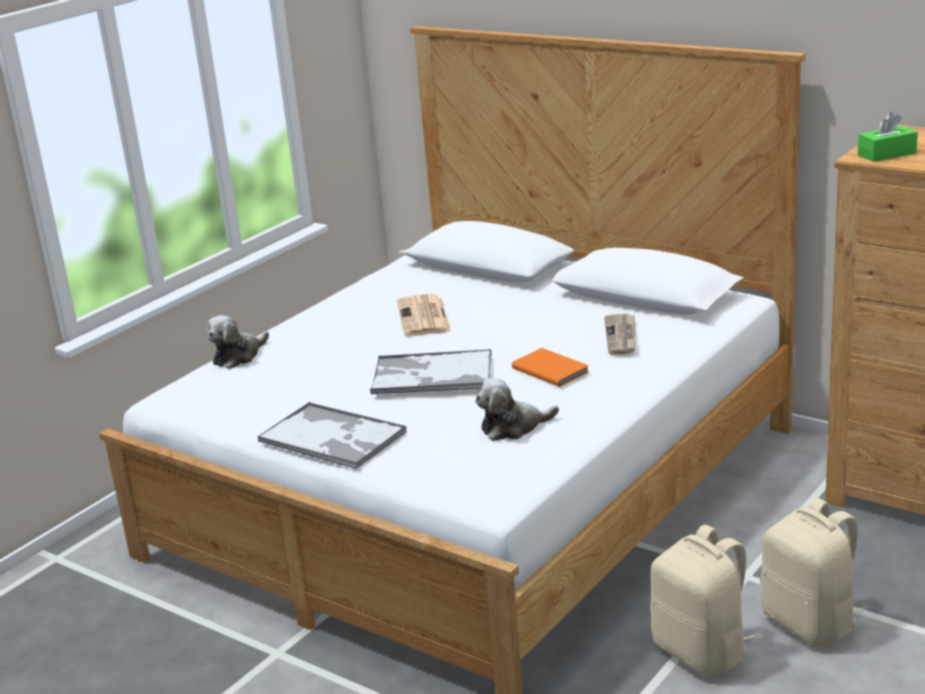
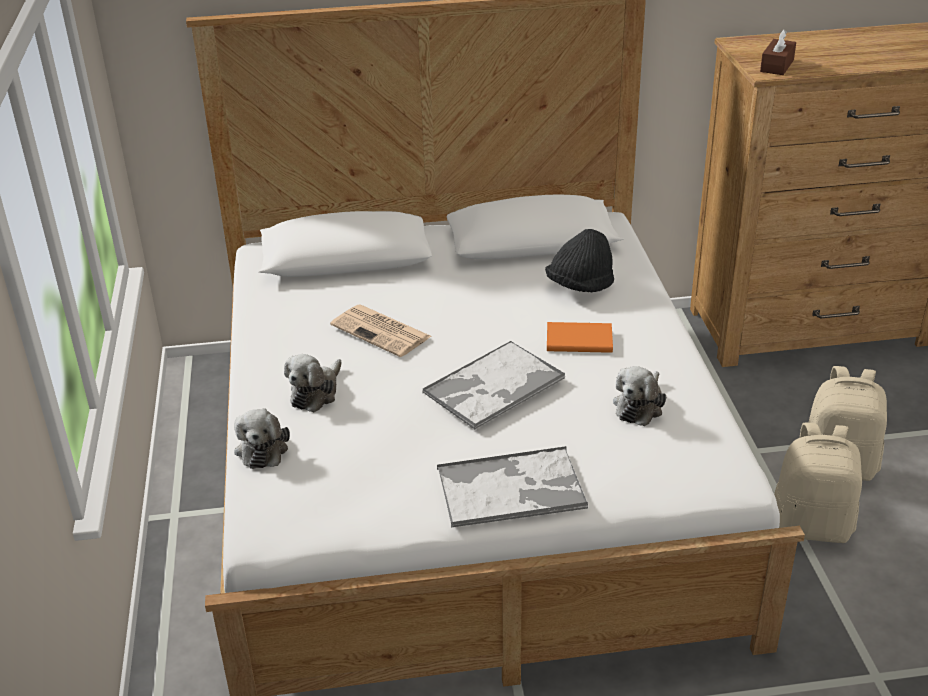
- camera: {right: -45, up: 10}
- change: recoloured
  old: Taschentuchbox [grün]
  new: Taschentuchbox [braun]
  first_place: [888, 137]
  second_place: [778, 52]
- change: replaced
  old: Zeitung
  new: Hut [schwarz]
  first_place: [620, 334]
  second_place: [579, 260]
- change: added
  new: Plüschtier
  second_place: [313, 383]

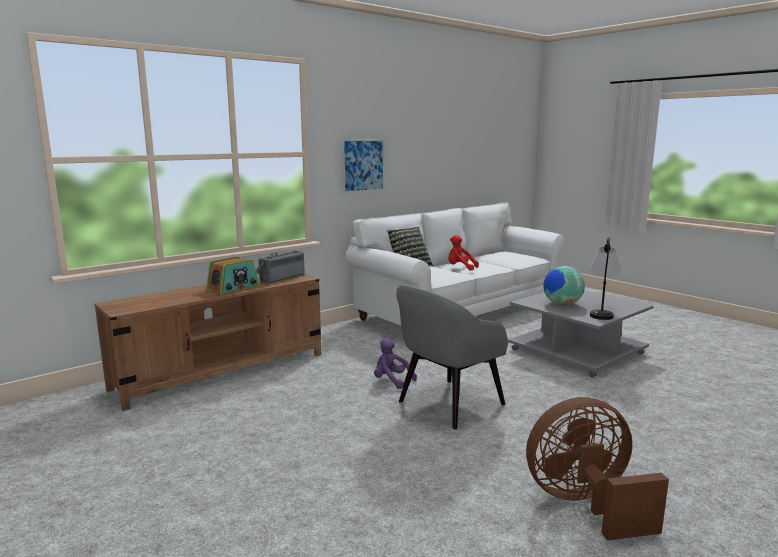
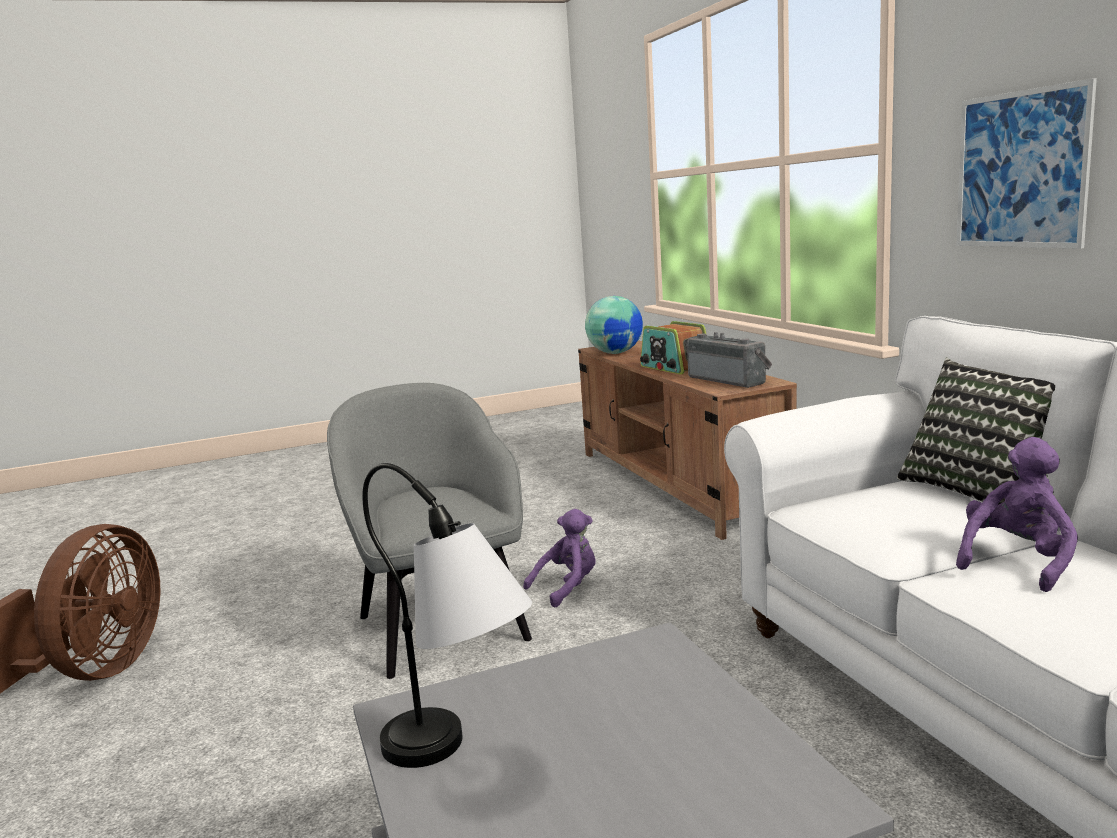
- camera: {right: 110, up: 0}
- change: recoloured
  old: Plüschtier [rot]
  new: Plüschtier [lila]
  first_place: [463, 253]
  second_place: [1017, 514]
- change: moved
  old: Globus
  first_place: [564, 285]
  second_place: [614, 325]

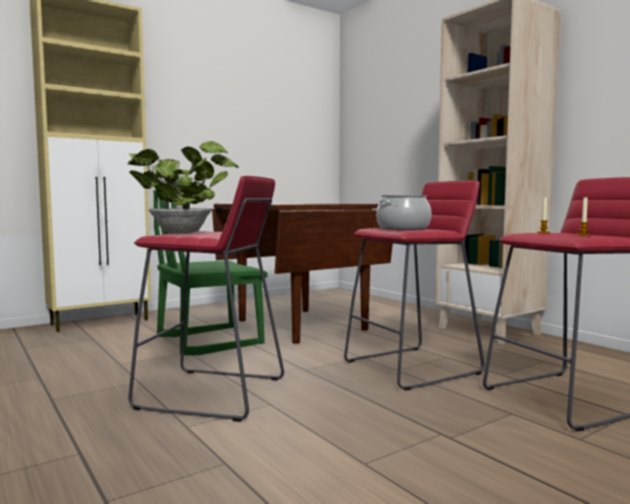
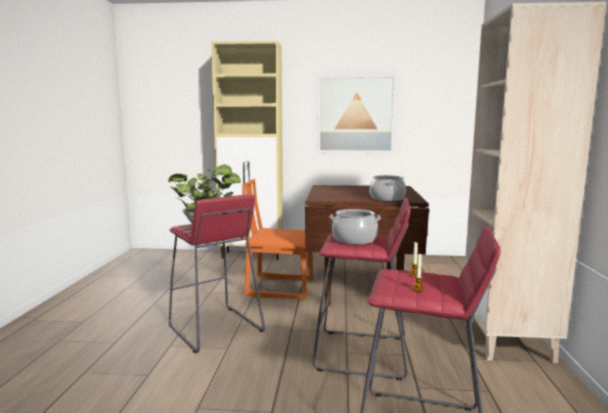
- camera: {right: 40, up: 5}
- change: recoloured
  old: Stuhl [grün]
  new: Stuhl [orange]
  first_place: [210, 272]
  second_place: [277, 239]
- change: added
  new: Bild
  second_place: [357, 114]
- change: added
  new: Kochtopf
  second_place: [387, 188]

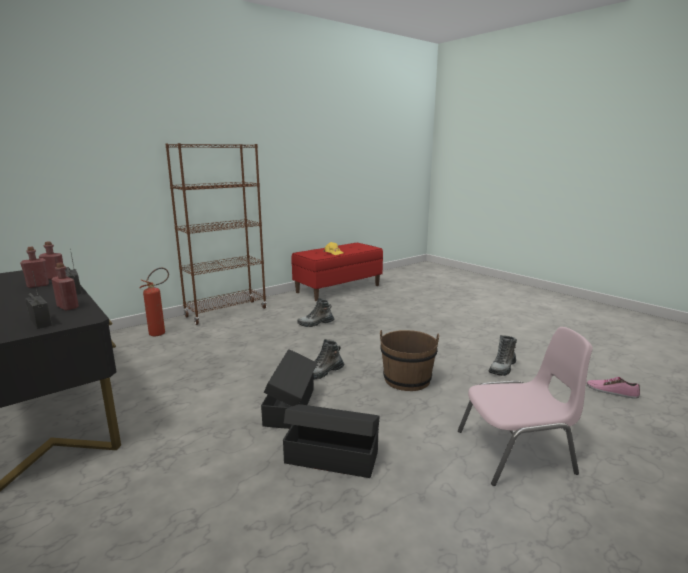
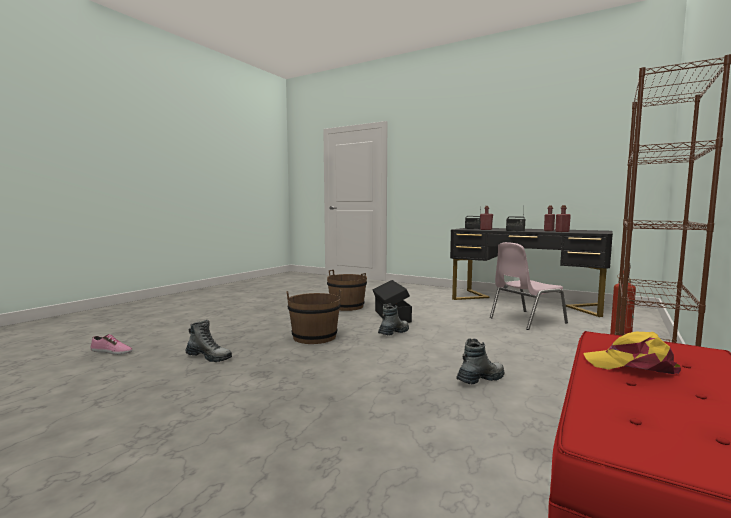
- camera: {right: 160, up: -10}
- change: moved
  old: Stuhl [rosa]
  first_place: [525, 406]
  second_place: [529, 286]
- change: turned
  old: Stiefel
  first_place: [503, 355]
  second_place: [208, 341]
  degrees: 90
- change: replaced
  old: Aufbewahrungsbox [schwarz]
  new: Eimer [braun]
  first_place: [331, 441]
  second_place: [347, 290]

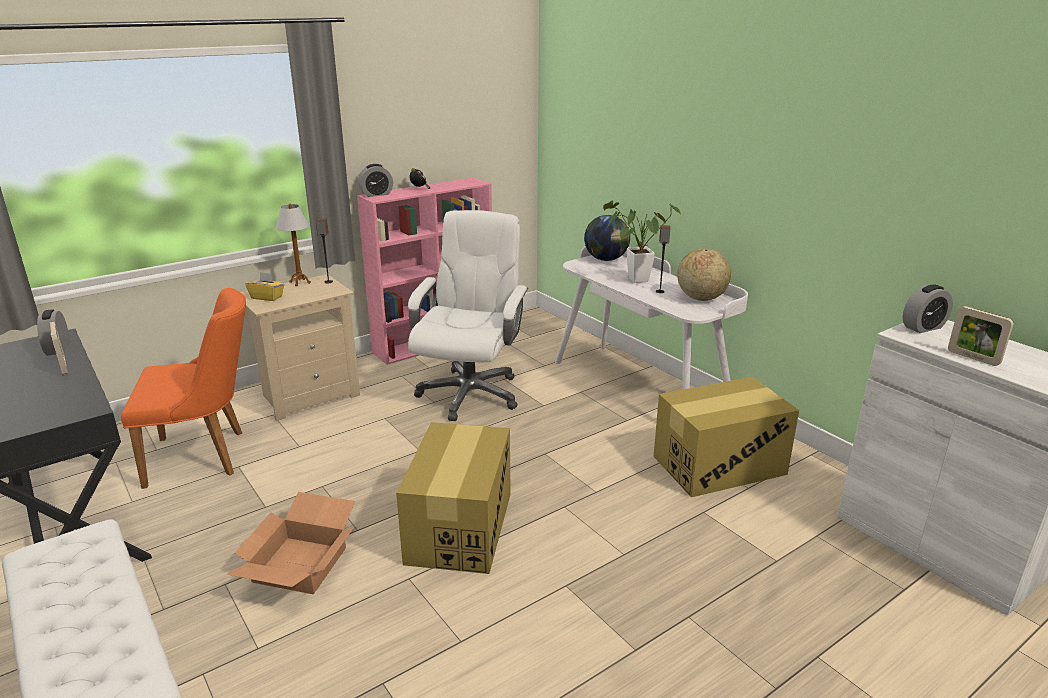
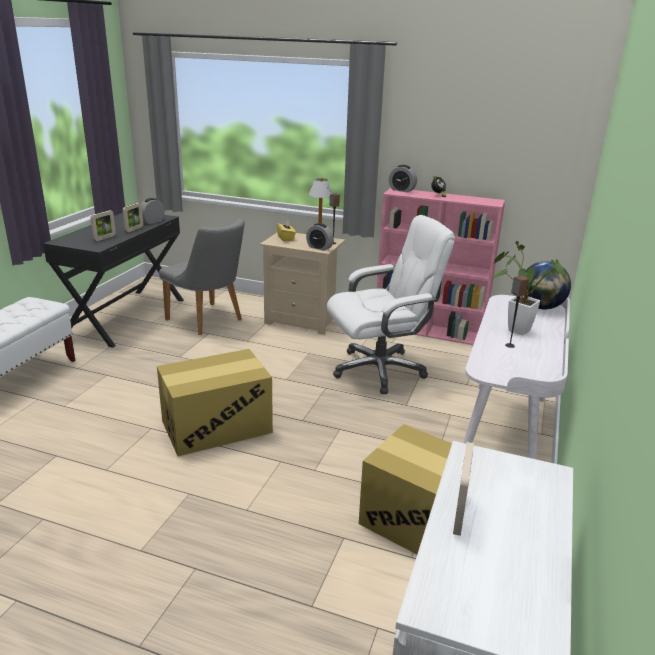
- camera: {right: 55, up: 0}
- change: removed
  old: Globus
  first_place: [704, 274]
- change: moved
  old: Wecker
  first_place: [928, 309]
  second_place: [320, 237]
- change: recoloured
  old: Stuhl [orange]
  new: Stuhl [grau]
  first_place: [183, 388]
  second_place: [202, 276]
- change: removed
  old: Karton
  first_place: [291, 543]
- change: added
  new: Bilderrahmen
  second_place: [103, 225]

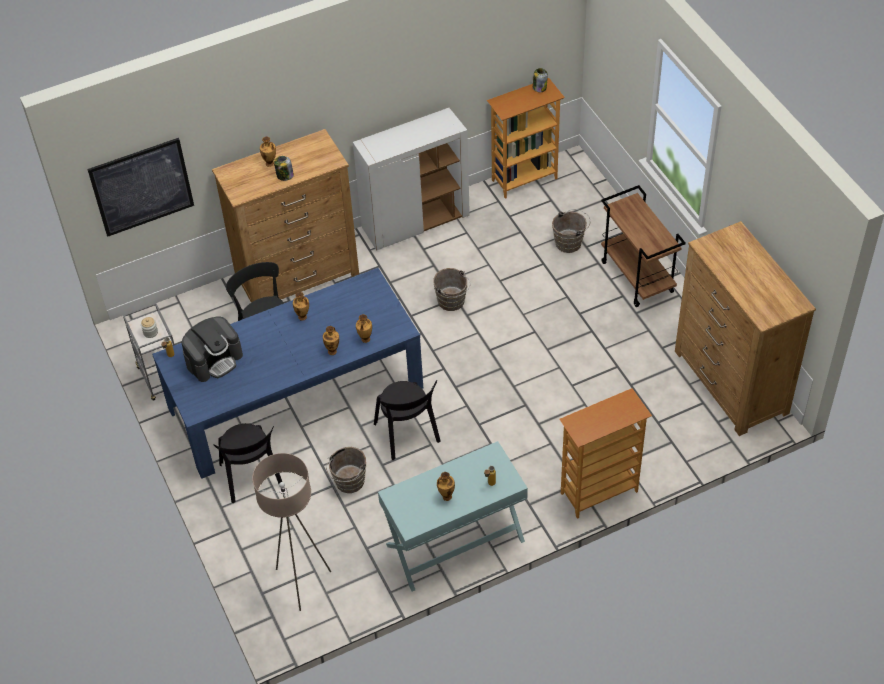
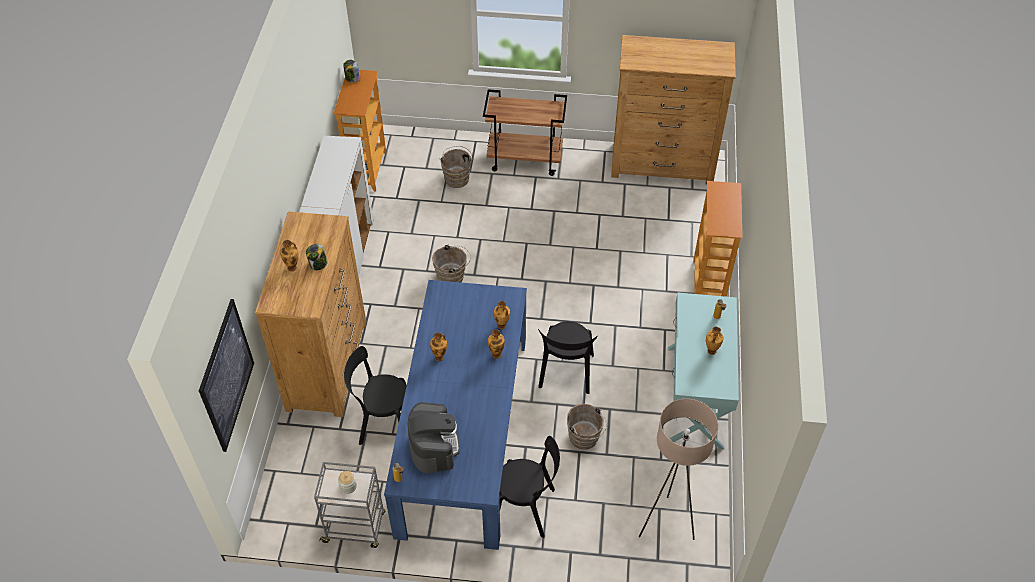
- camera: {right: -60, up: 0}
- change: turned
  old: Stuhl [schwarz]
  first_place: [407, 420]
  second_place: [568, 357]
  degrees: 90

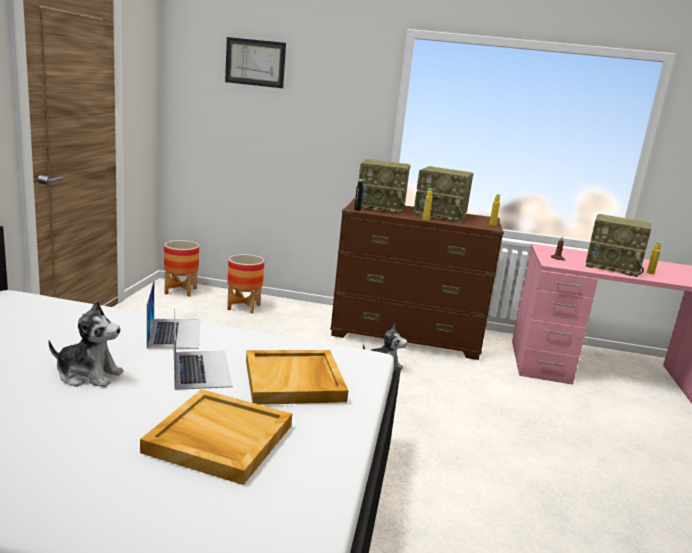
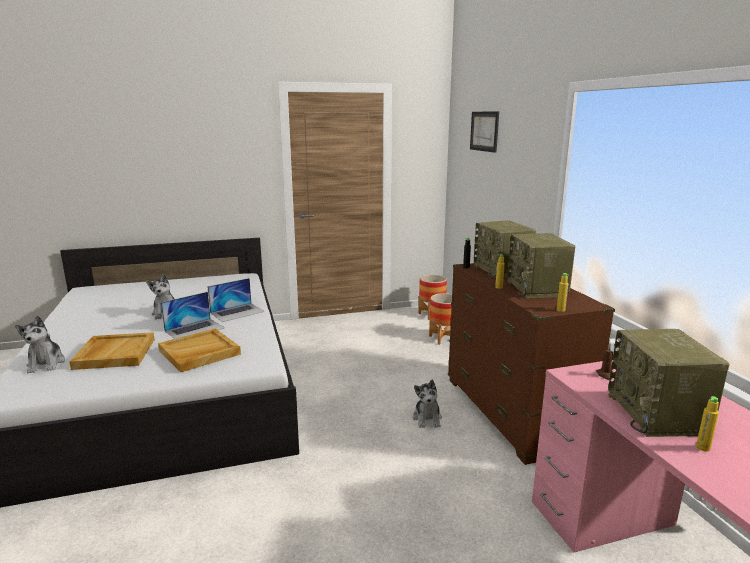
- camera: {right: 65, up: 0}
- change: added
  new: Plüschtier
  second_place: [40, 344]

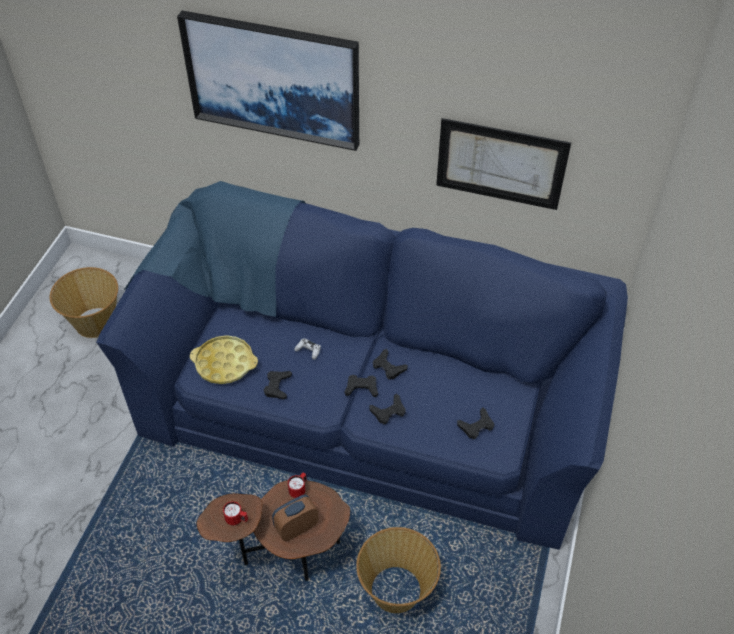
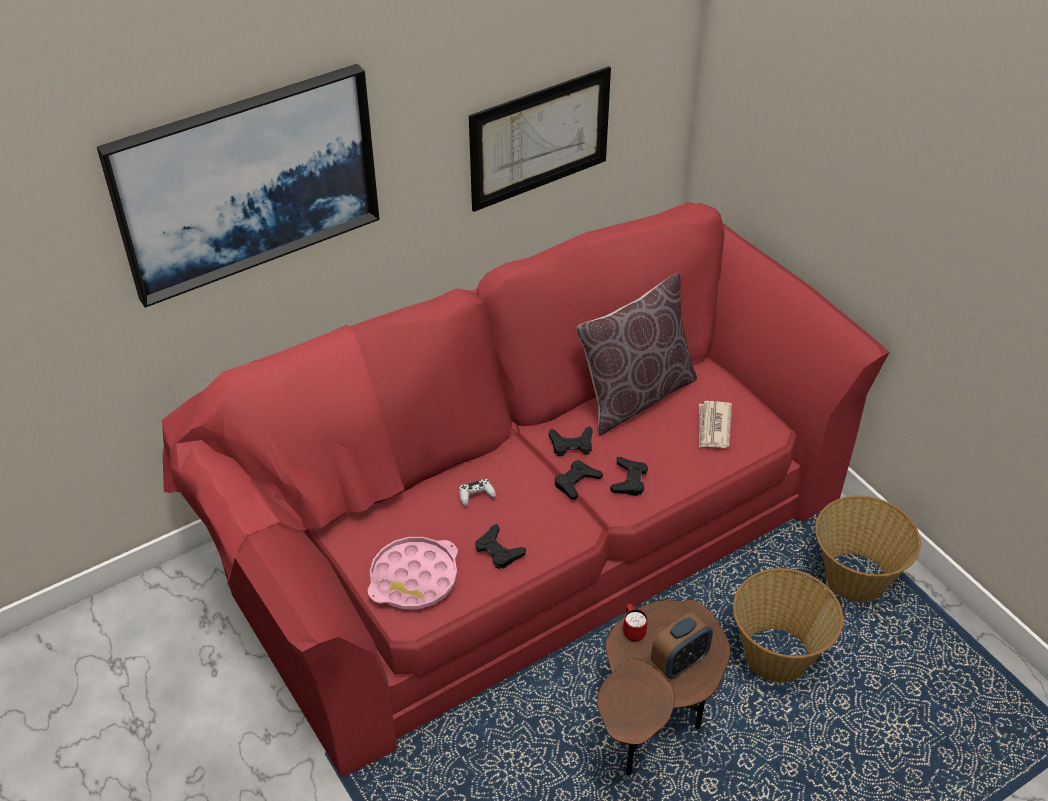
- camera: {right: -50, up: -5}
- change: recoloured
  old: Sofa [blau]
  new: Sofa [rot]
  first_place: [362, 365]
  second_place: [526, 489]
- change: moved
  old: Korb
  first_place: [84, 302]
  second_place: [868, 549]
- change: recoloured
  old: Tablett [gelb]
  new: Tablett [rosa]
  first_place: [224, 359]
  second_place: [413, 573]
- change: replaced
  old: Gamepad [schwarz]
  new: Zeitung
  first_place: [475, 423]
  second_place: [715, 424]
- change: turned
  old: Wecker
  first_place: [295, 518]
  second_place: [682, 645]
  degrees: -135
- change: removed
  old: Henkelbecher [rot]
  first_place: [235, 513]
- change: added
  new: Kissen [braun]
  second_place: [636, 354]

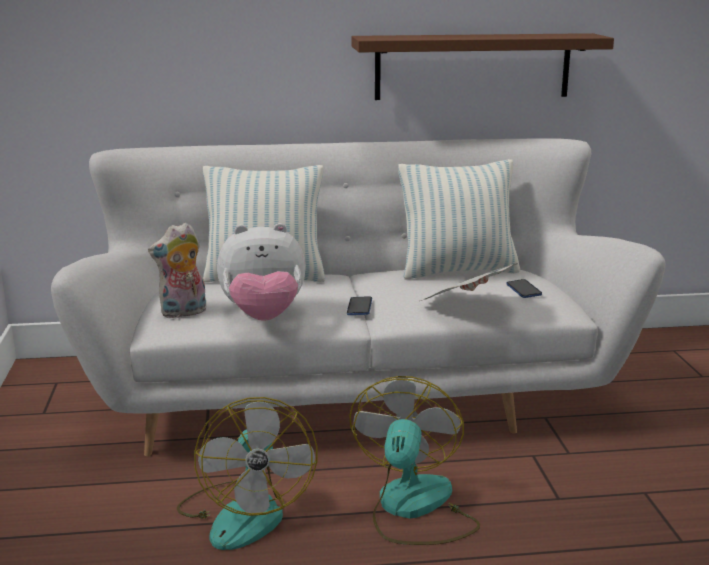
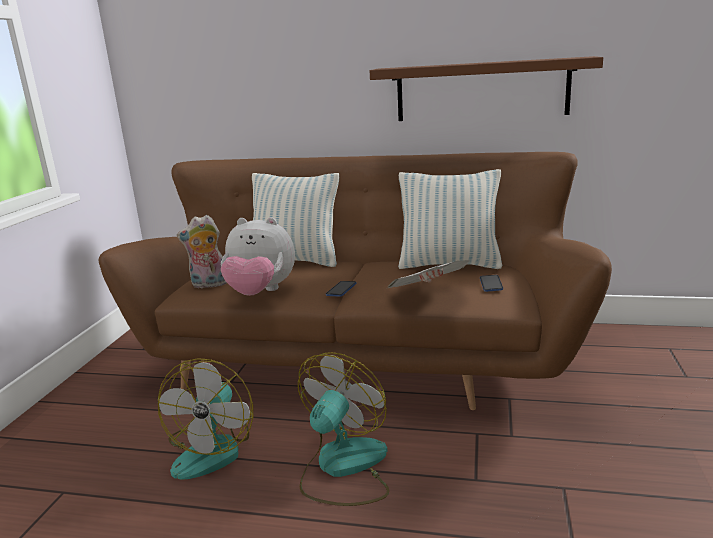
- camera: {right: 20, up: 0}
- change: recoloured
  old: Sofa [weiß]
  new: Sofa [braun]
  first_place: [358, 297]
  second_place: [355, 281]

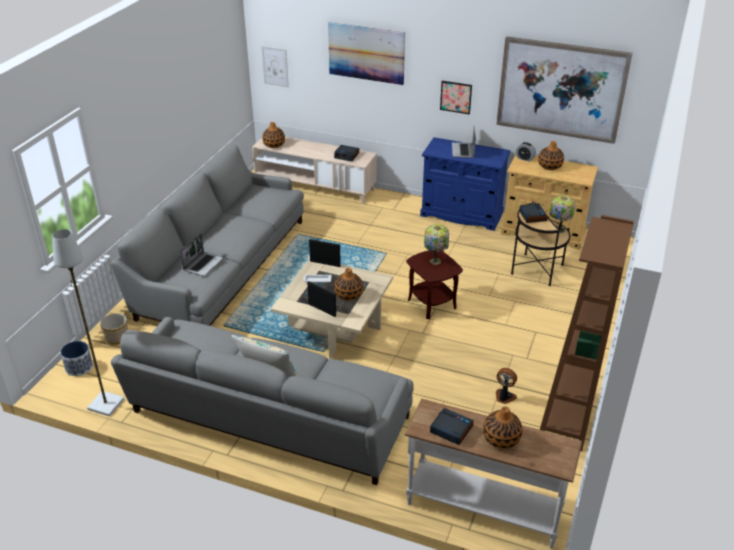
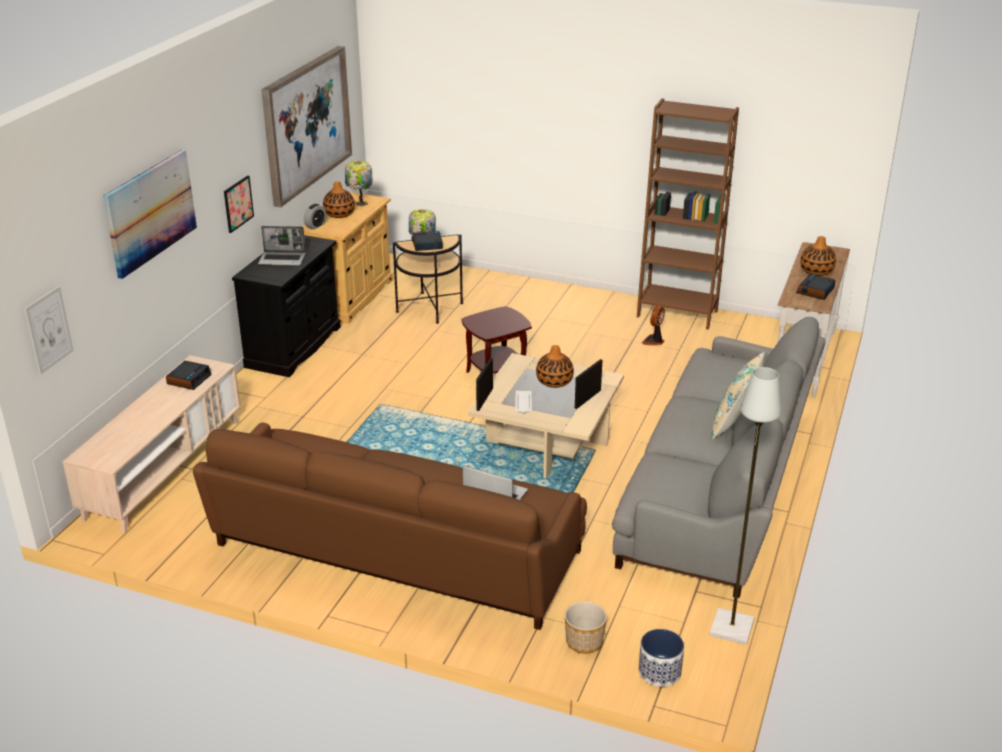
- camera: {right: -90, up: -5}
- change: removed
  old: Vase
  first_place: [273, 135]
- change: recoloured
  old: Schrank [blau]
  new: Schrank [schwarz]
  first_place: [465, 184]
  second_place: [286, 306]
- change: recoloured
  old: Sofa [grau]
  new: Sofa [braun]
  first_place: [207, 235]
  second_place: [390, 526]
- change: moved
  old: Tischlampe
  first_place: [436, 244]
  second_place: [359, 183]

